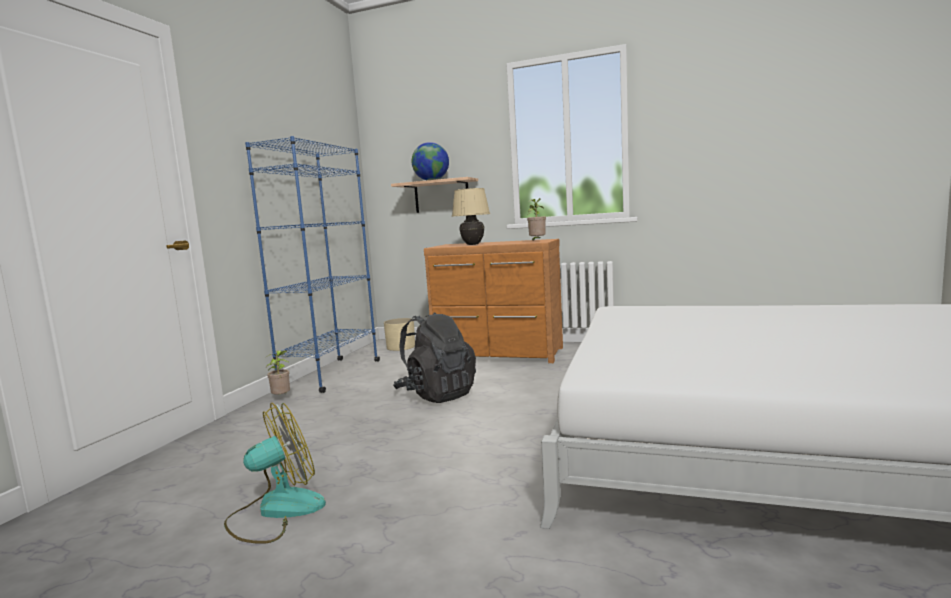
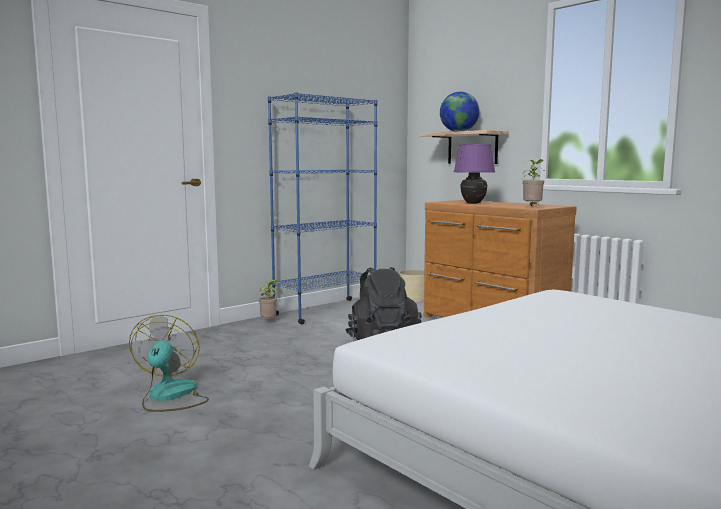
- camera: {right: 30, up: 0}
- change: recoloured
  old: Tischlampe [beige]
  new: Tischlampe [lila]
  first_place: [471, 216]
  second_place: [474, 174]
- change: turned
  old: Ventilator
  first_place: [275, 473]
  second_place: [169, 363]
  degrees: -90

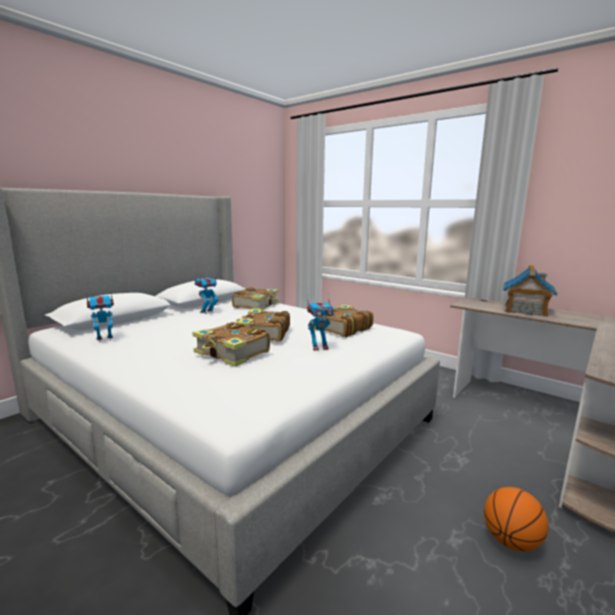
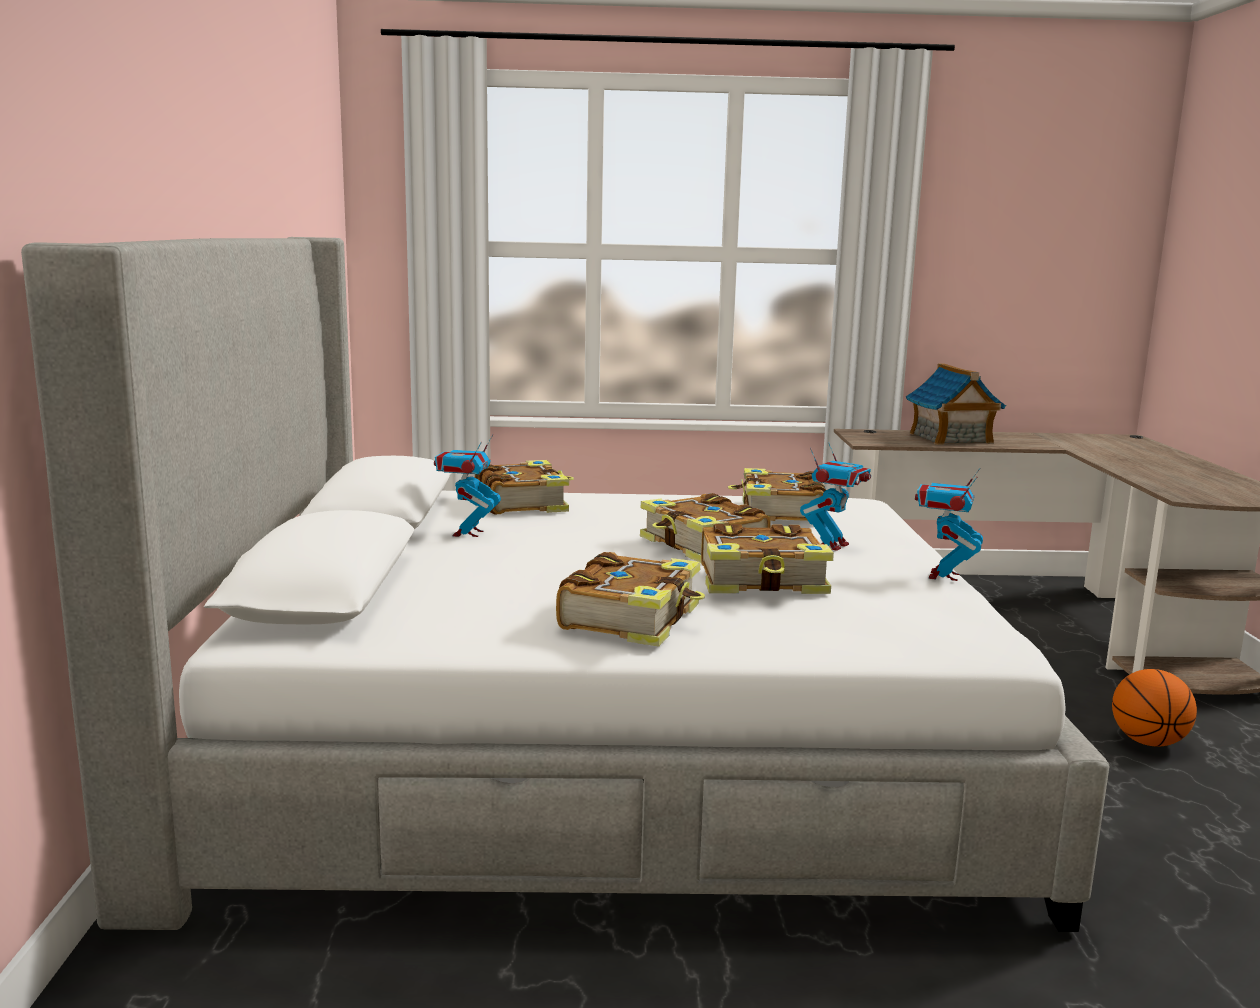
- camera: {right: -40, up: 0}
- change: moved
  old: Spielzeugroboter
  first_place: [100, 317]
  second_place: [949, 524]
- change: added
  new: Buch
  second_place: [630, 599]

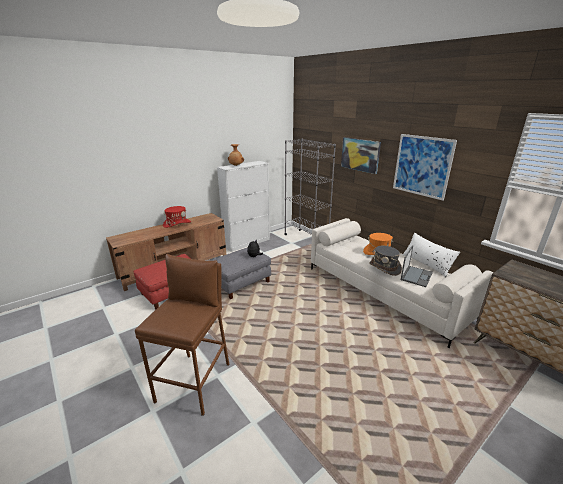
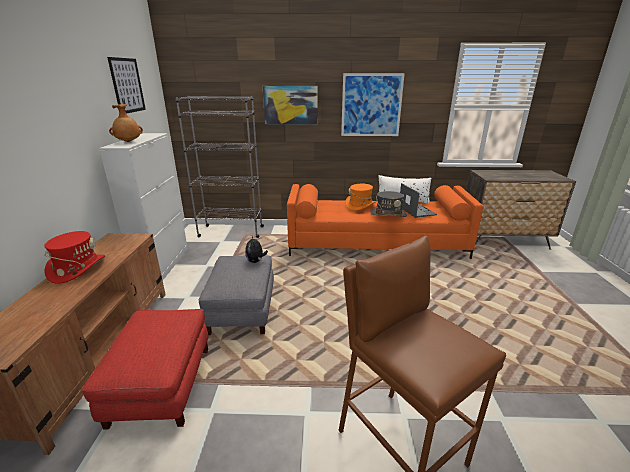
- camera: {right: -50, up: 0}
- change: recoloured
  old: Sofa [weiß]
  new: Sofa [orange]
  first_place: [402, 283]
  second_place: [385, 221]
- change: added
  new: Bild
  second_place: [126, 85]

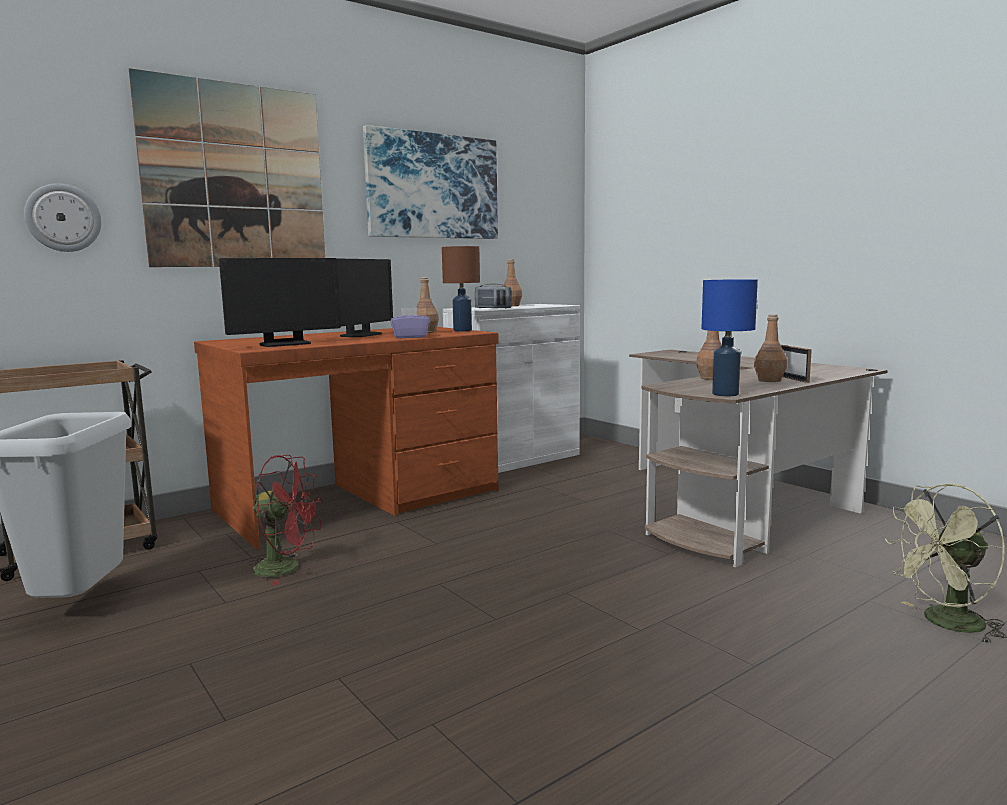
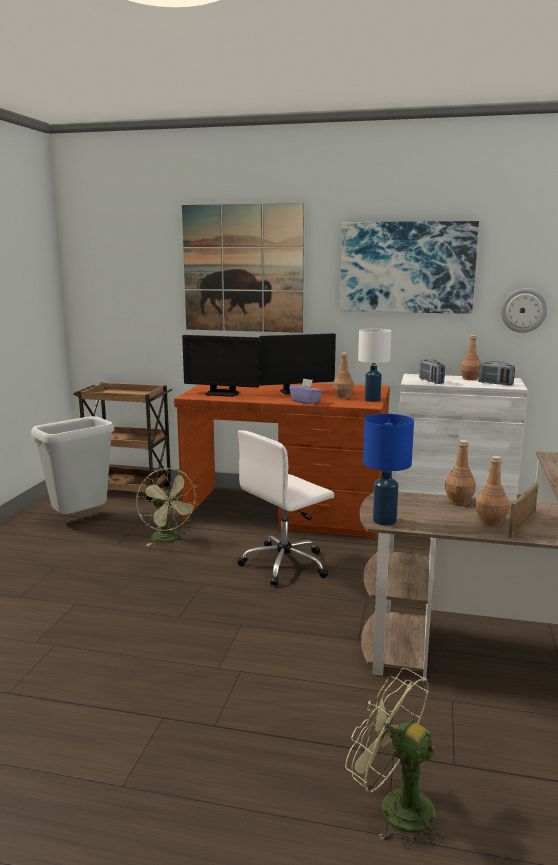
- camera: {right: 50, up: 5}
- change: moved
  old: Wanduhr
  first_place: [62, 217]
  second_place: [524, 310]
- change: recoloured
  old: Tischlampe [braun]
  new: Tischlampe [weiß]
  first_place: [461, 288]
  second_place: [374, 365]
- change: recoloured
  old: Ventilator [rot]
  new: Ventilator [grün]
  first_place: [284, 520]
  second_place: [167, 507]
- change: added
  new: Radio
  second_place: [496, 373]
- change: added
  new: Bürostuhl [weiß]
  second_place: [285, 508]

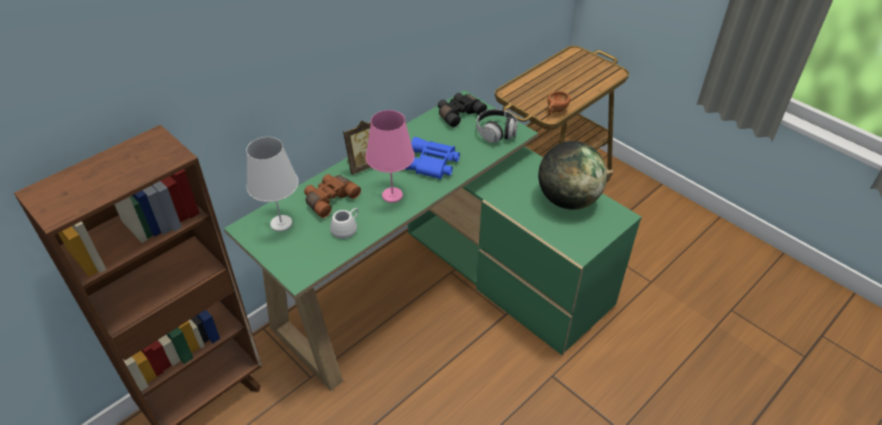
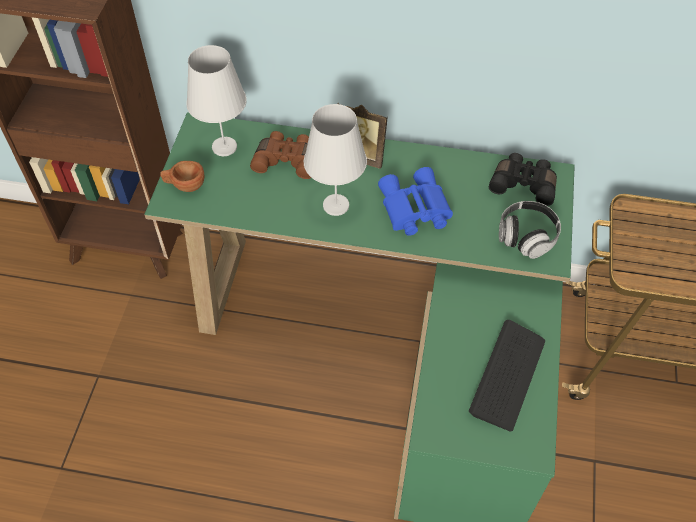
- camera: {right: 55, up: 10}
- change: moved
  old: Tasse [braun]
  first_place: [559, 103]
  second_place: [182, 176]
- change: recoloured
  old: Tischlampe [rosa]
  new: Tischlampe [weiß]
  first_place: [390, 156]
  second_place: [335, 160]
- change: replaced
  old: Globus
  new: Tastatur
  first_place: [572, 175]
  second_place: [507, 376]
- change: removed
  old: Henkelbecher [weiß]
  first_place: [344, 223]

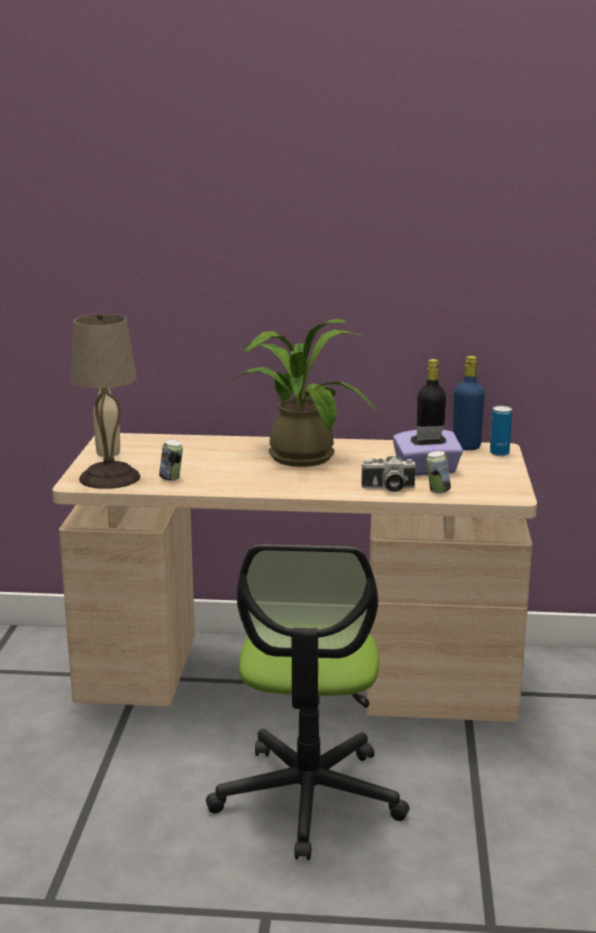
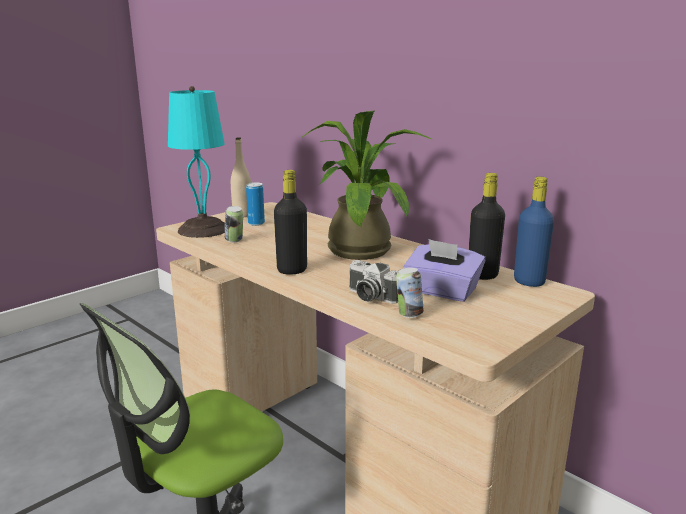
- camera: {right: 40, up: 0}
- change: recoloured
  old: Tischlampe [beige]
  new: Tischlampe [türkis]
  first_place: [105, 401]
  second_place: [196, 162]
- change: moved
  old: Dose
  first_place: [501, 431]
  second_place: [255, 204]
- change: added
  new: Flasche [schwarz]
  second_place: [290, 222]

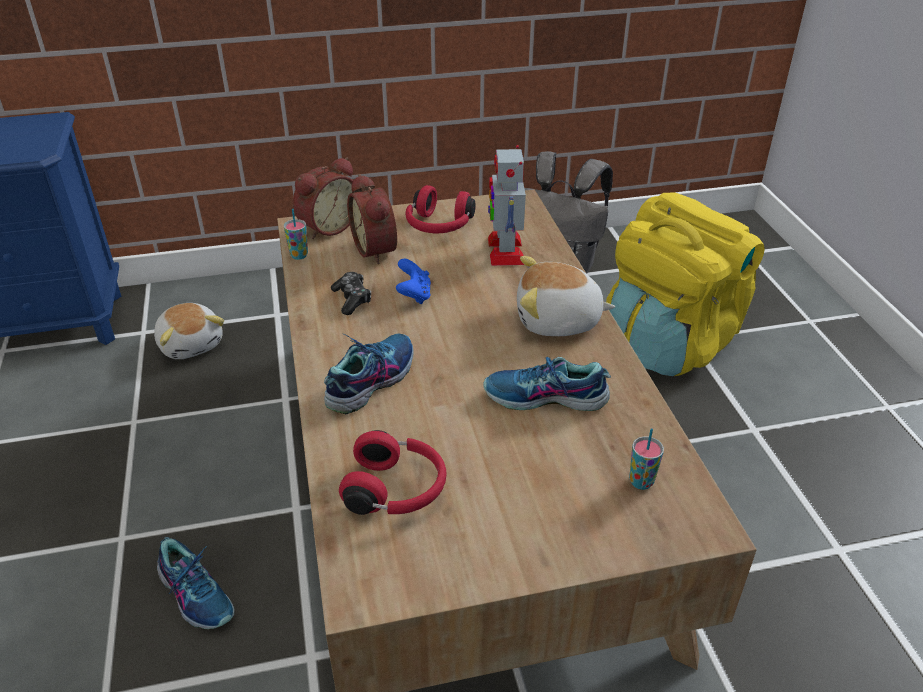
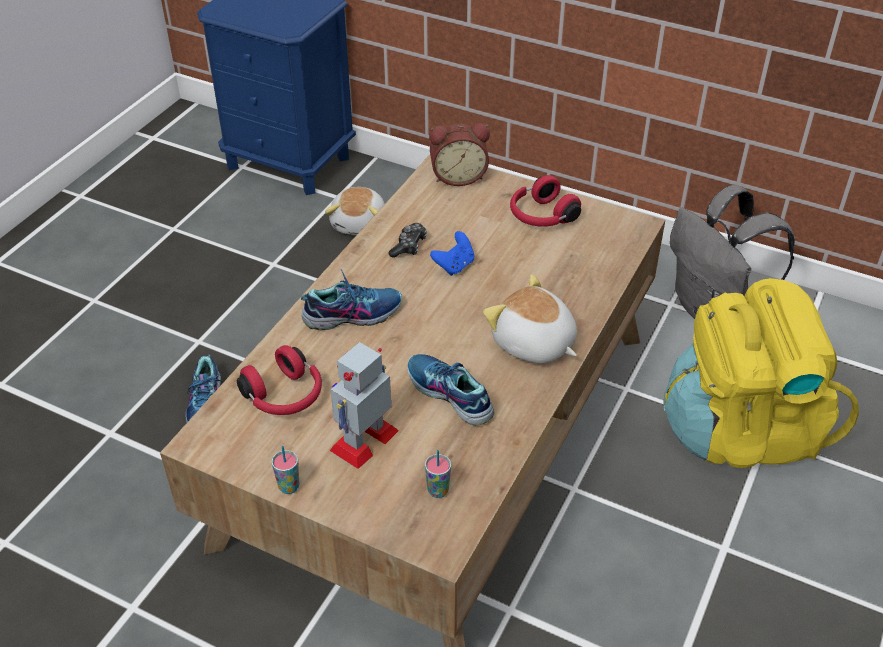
- camera: {right: 40, up: 5}
- change: moved
  old: Spielzeugroboter
  first_place: [507, 205]
  second_place: [364, 405]
- change: removed
  old: Wecker
  first_place: [372, 219]
- change: moved
  old: Tasse
  first_place: [296, 234]
  second_place: [285, 470]

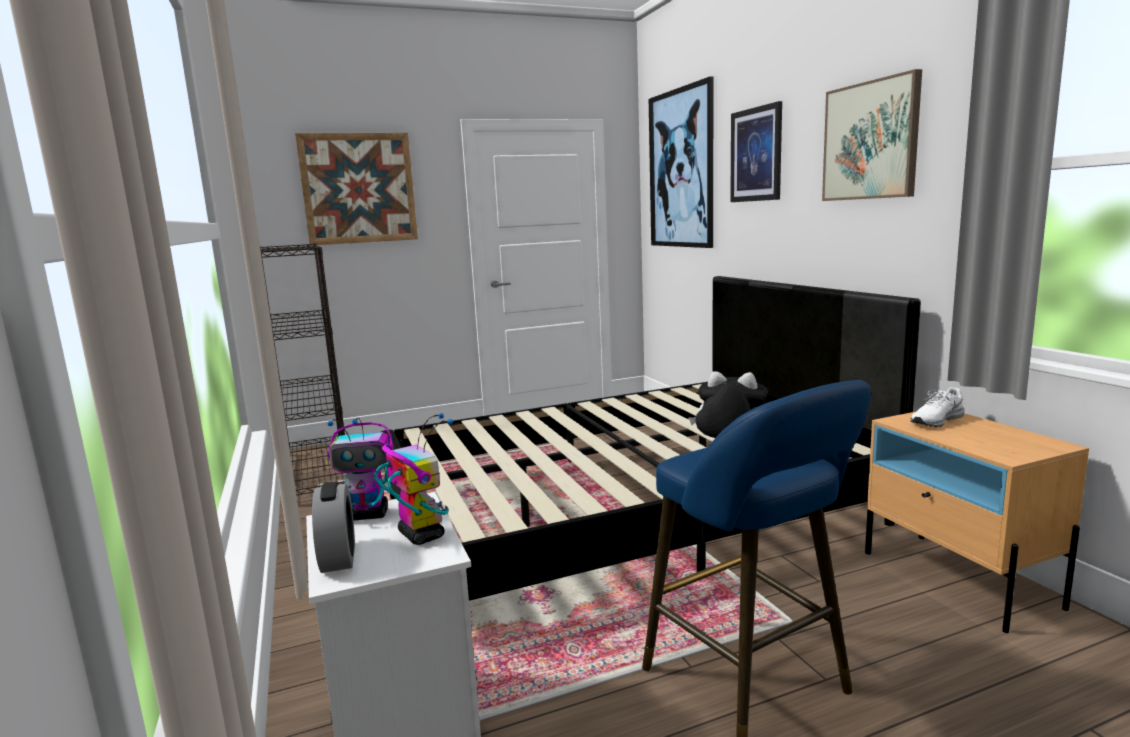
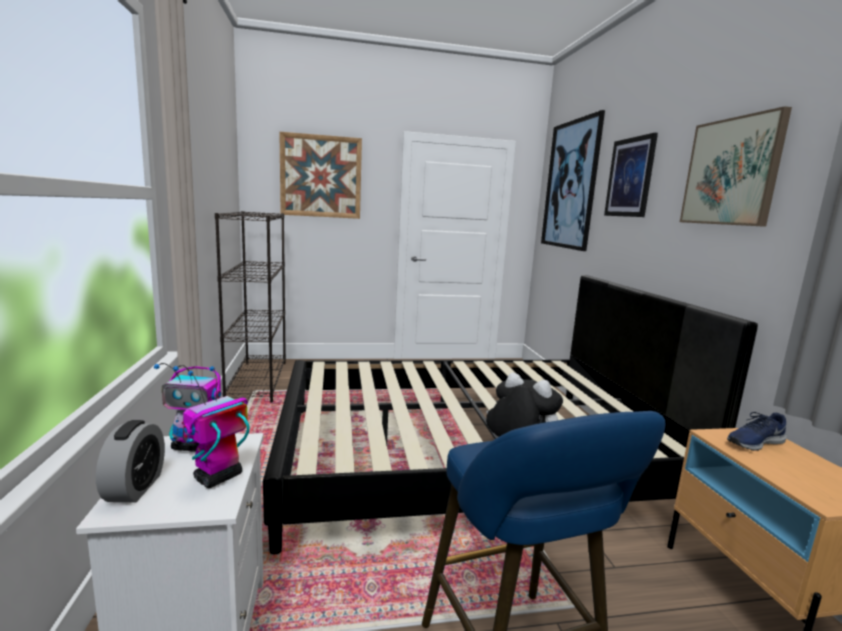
- camera: {right: 10, up: 0}
- change: recoloured
  old: Schuh [weiß]
  new: Schuh [blau]
  first_place: [938, 407]
  second_place: [757, 431]
- change: turned
  old: Spielzeugroboter
  first_place: [413, 479]
  second_place: [216, 427]
  degrees: -120

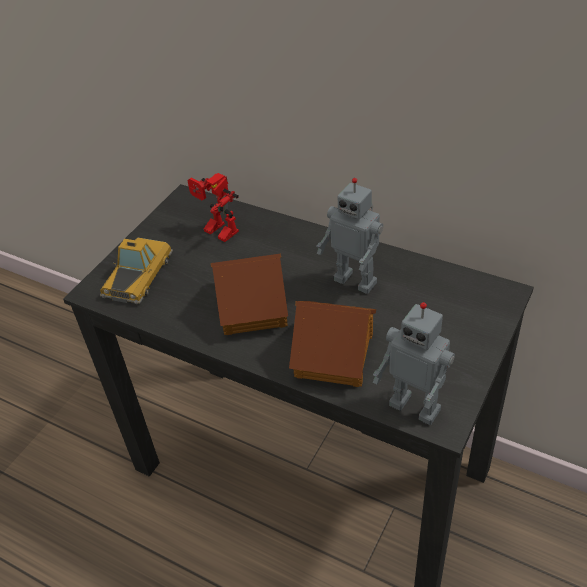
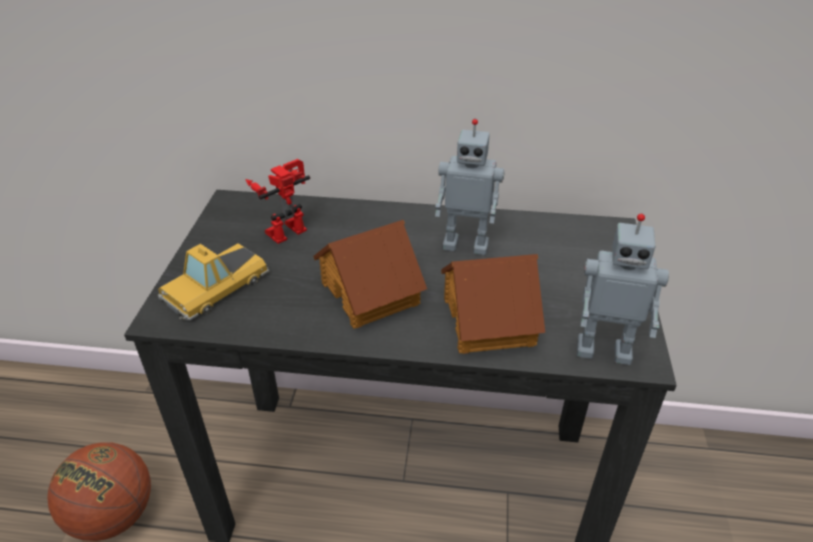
- camera: {right: -25, up: -5}
- change: turned
  old: Spielzeugroboter
  first_place: [213, 207]
  second_place: [277, 201]
  degrees: 120
- change: turned
  old: Spielzeugauto
  first_place: [136, 270]
  second_place: [213, 282]
  degrees: -135
- change: added
  new: Basketball
  second_place: [99, 491]

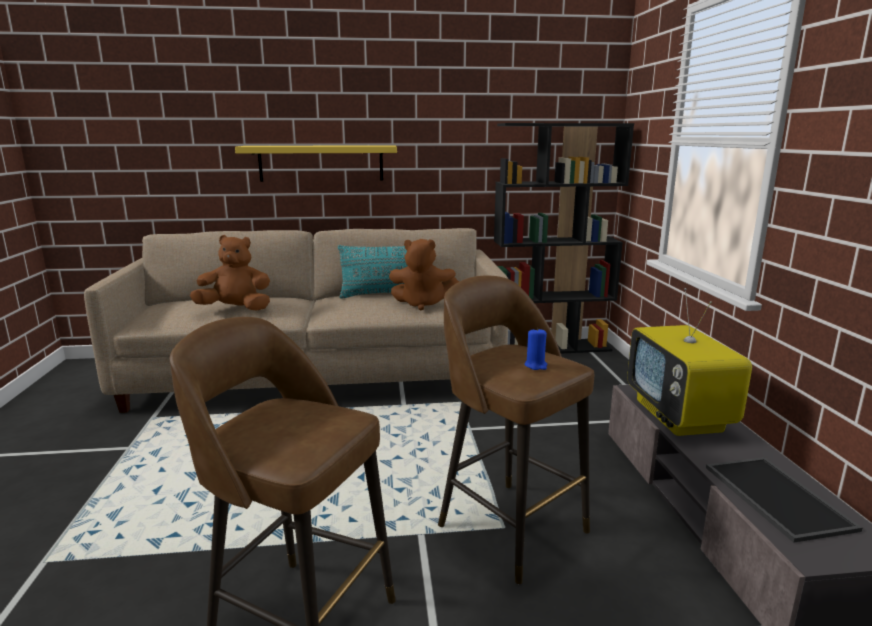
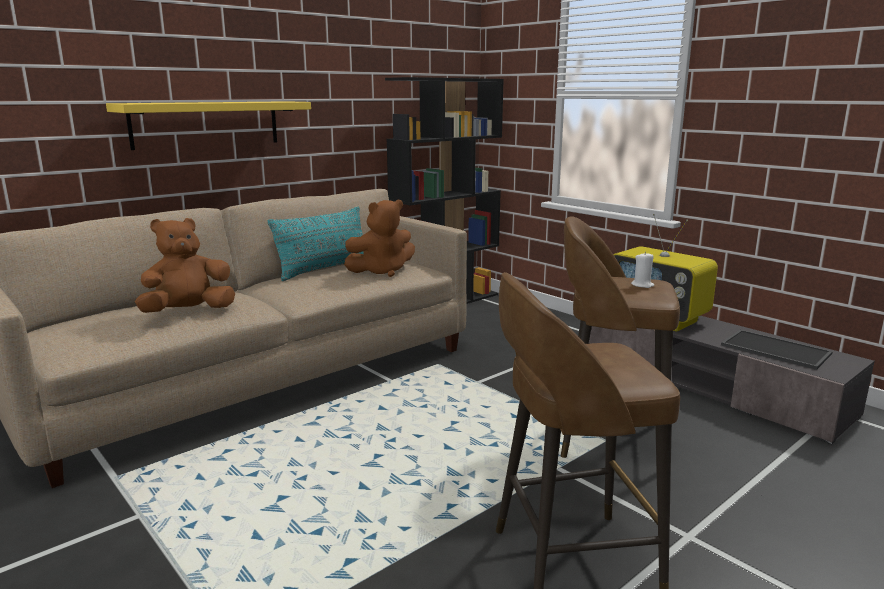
- camera: {right: -35, up: 0}
- change: recoloured
  old: Kerze [blau]
  new: Kerze [weiß]
  first_place: [536, 349]
  second_place: [642, 270]

